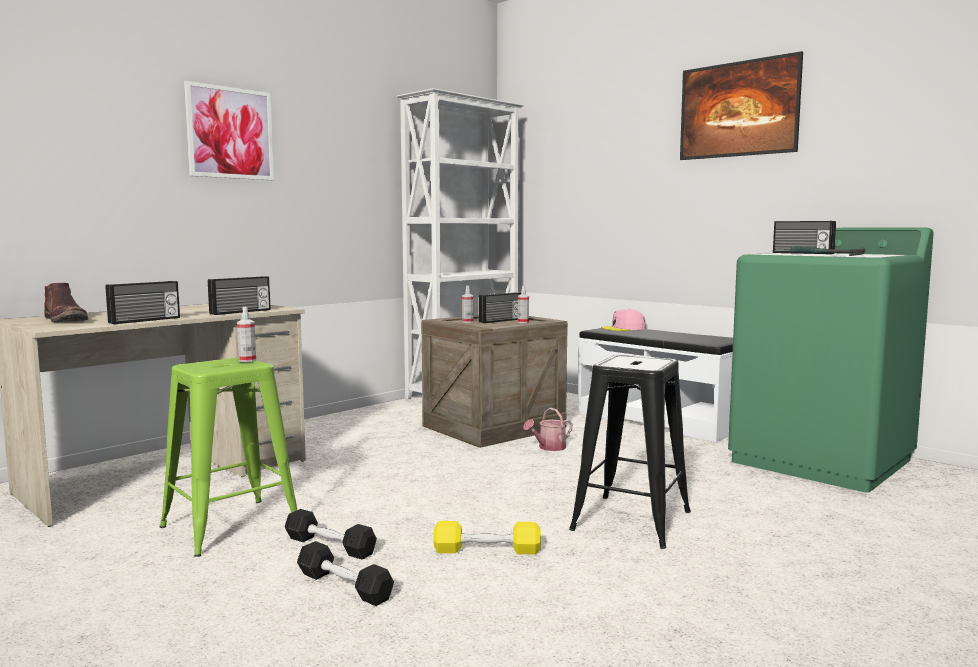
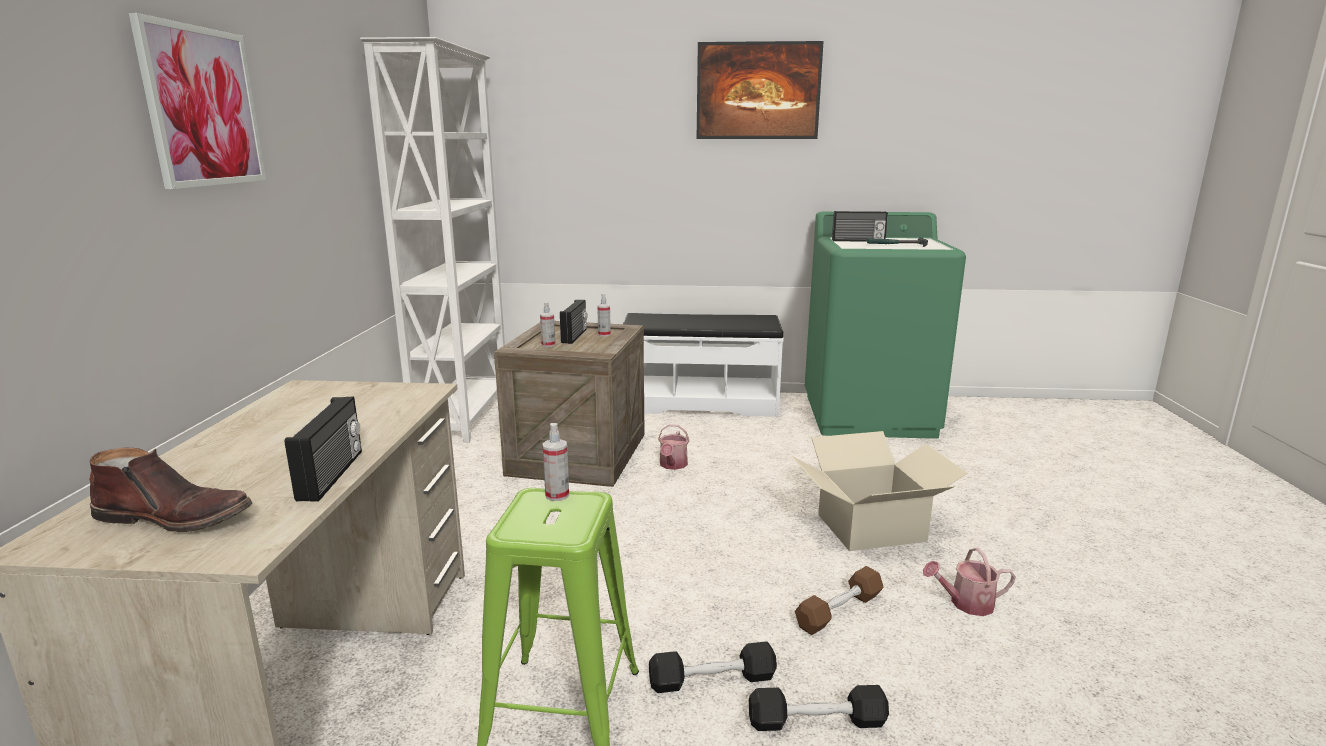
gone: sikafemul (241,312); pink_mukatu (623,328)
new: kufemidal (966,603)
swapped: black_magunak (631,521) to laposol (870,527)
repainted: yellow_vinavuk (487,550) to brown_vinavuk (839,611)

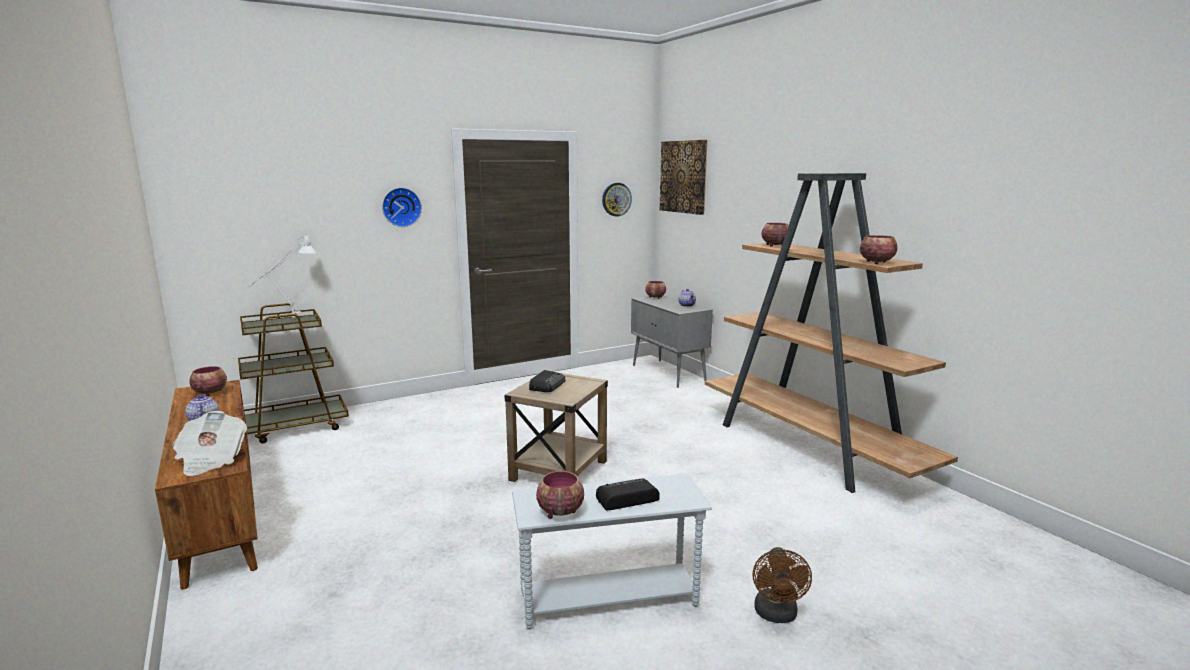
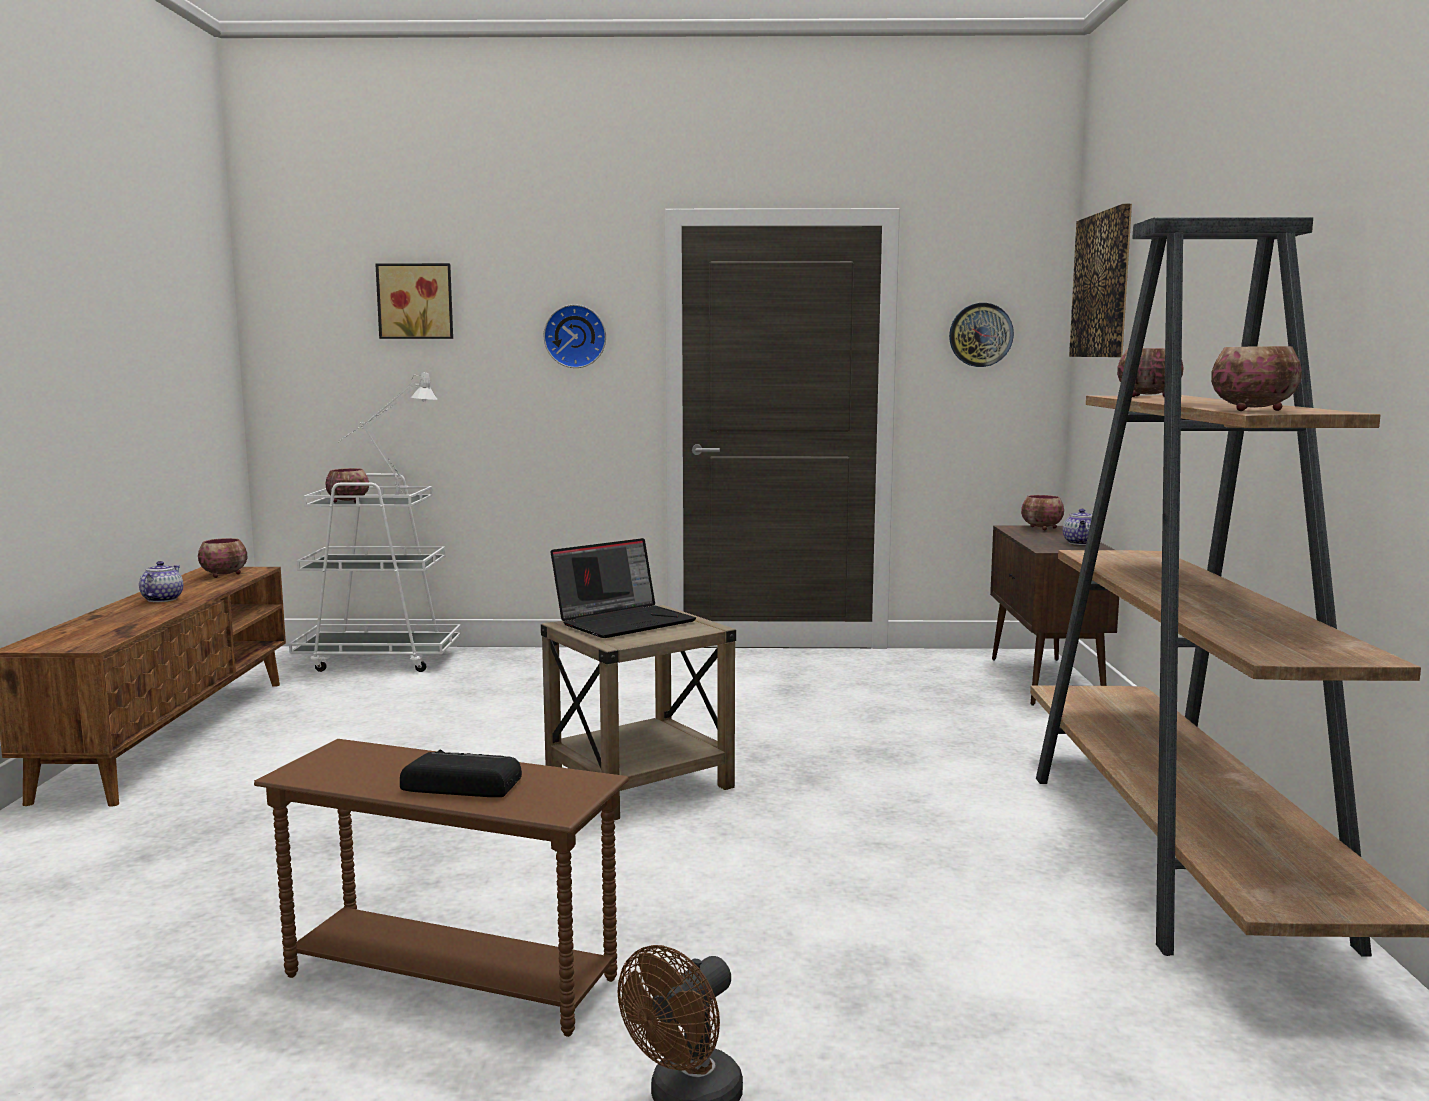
gone: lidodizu (211,460)
new: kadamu (416,301)
shifted: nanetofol (559,512) to (348,501)
swapped: sikafemul (547,385) to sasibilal (625,621)
repainted: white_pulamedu (609,600) to brown_pulamedu (450,979); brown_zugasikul (294,427) to white_zugasikul (380,660); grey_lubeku (668,373) to brown_lubeku (1046,681)

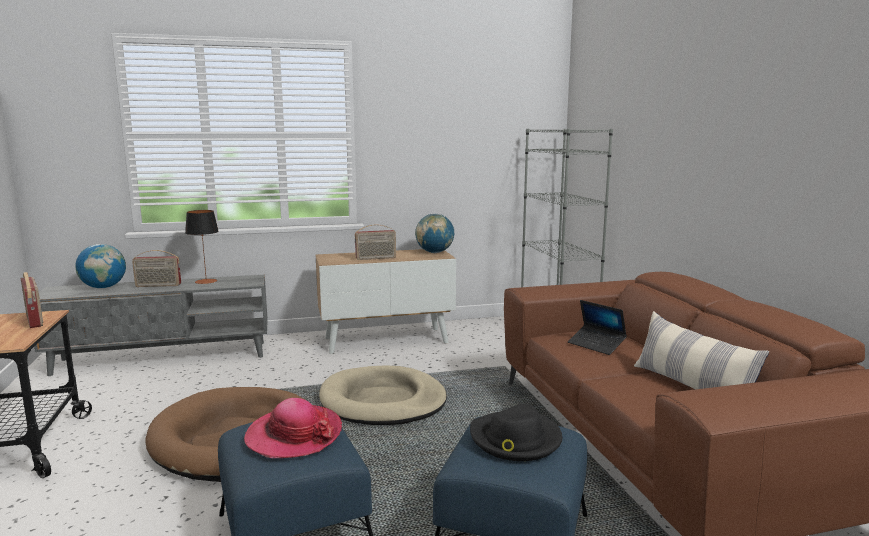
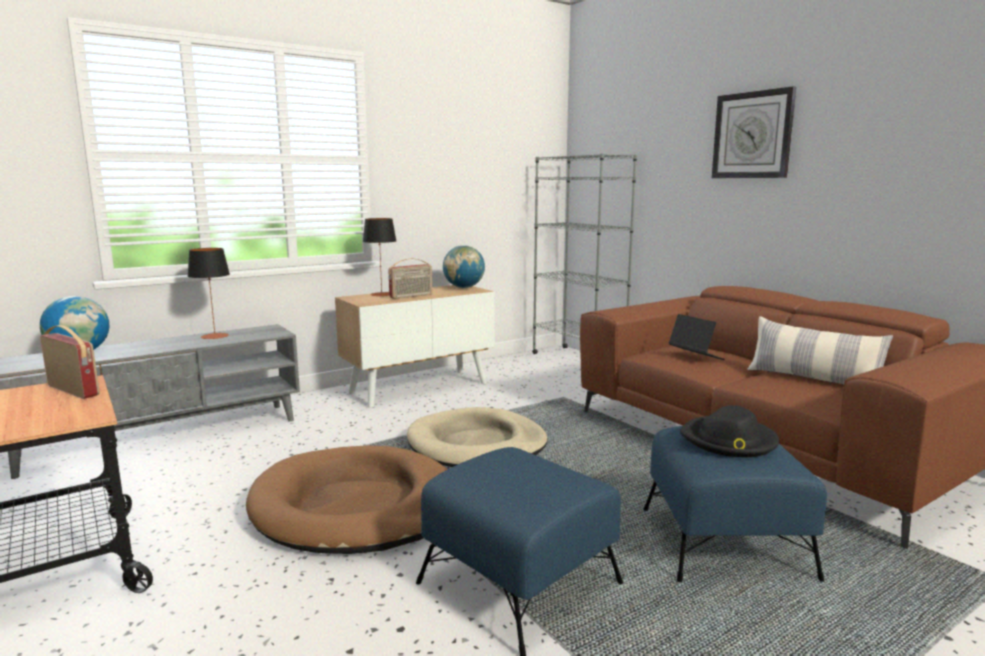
gone: sikafemul (158,286); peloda (294,435)
new: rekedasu (381,294); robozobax (752,135)
rotated: sasibilal (596,345) = (695,356) 150 degrees counterclockwise

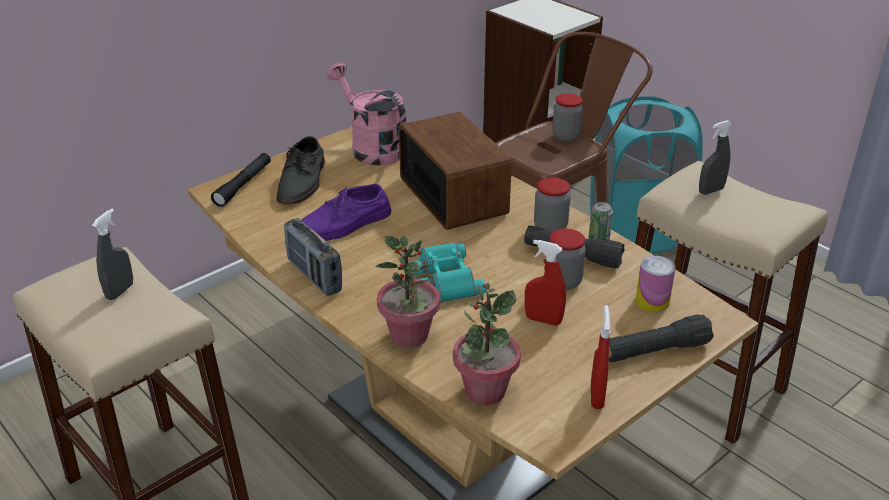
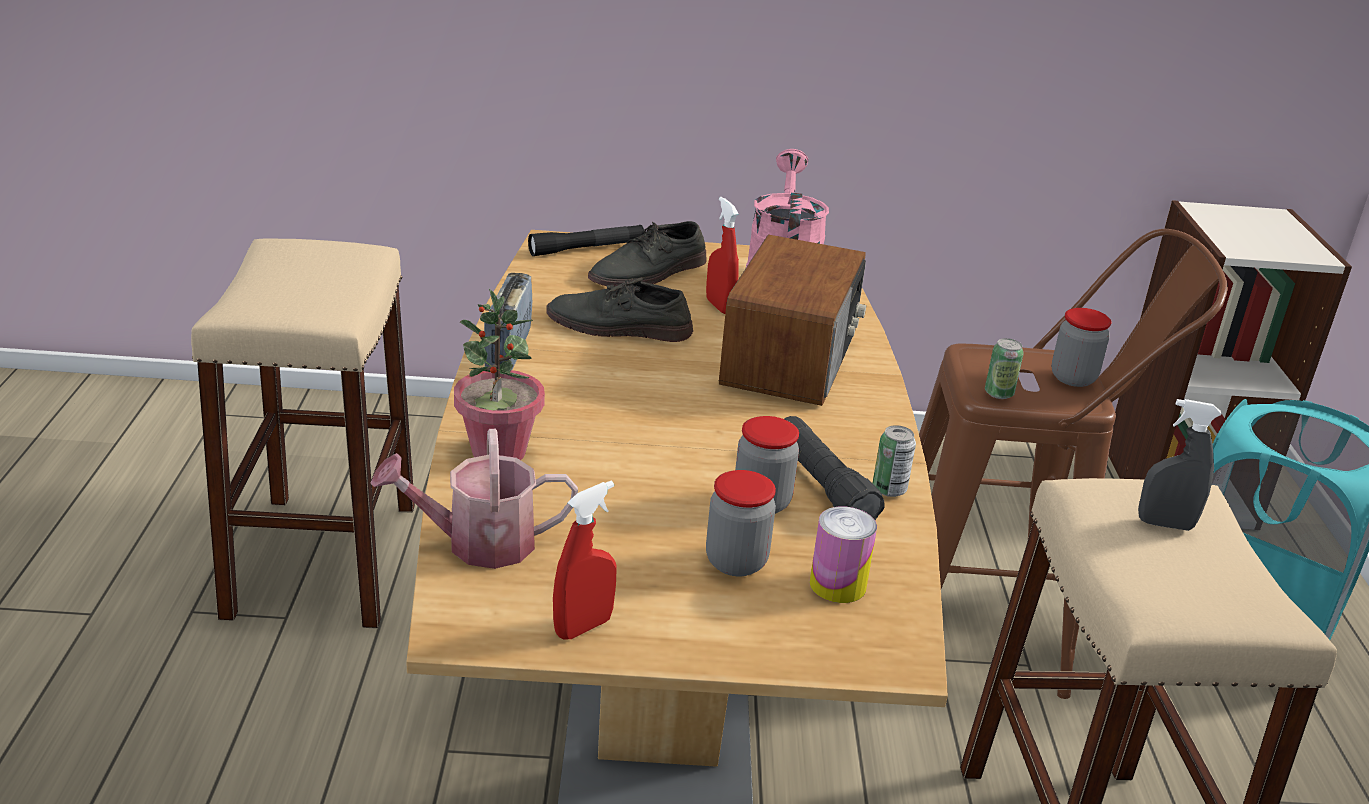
gone: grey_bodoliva (120,291); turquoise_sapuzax (441,279); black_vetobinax (655,351)
new: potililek (998,393)
shifted: red_bodoliva (543,320) to (719,306); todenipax (550,227) to (736,562)
swapped: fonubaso (484,391) to kufemidal (477,543)
repainted: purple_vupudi (343,225) to grey_vupudi (618,327)

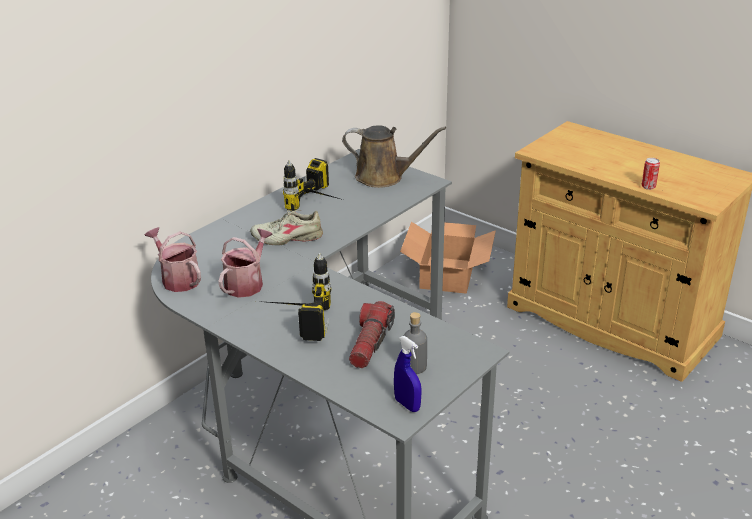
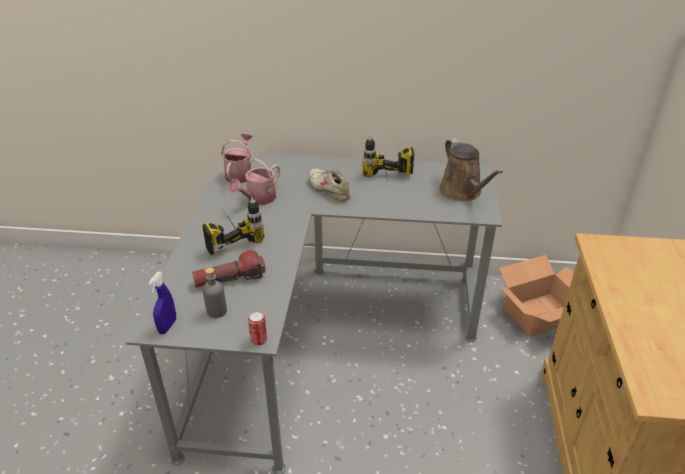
shifted: potililek (648,187) to (259,340)
rotated: kufemidal (247,283) = (258,199) 135 degrees clockwise

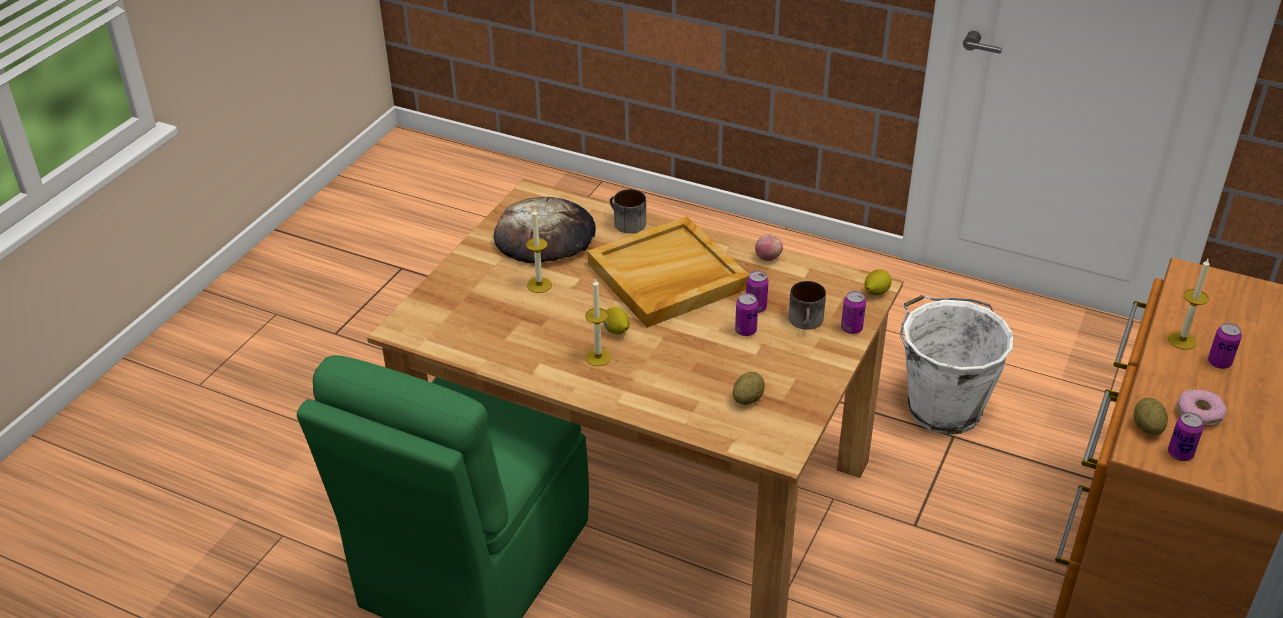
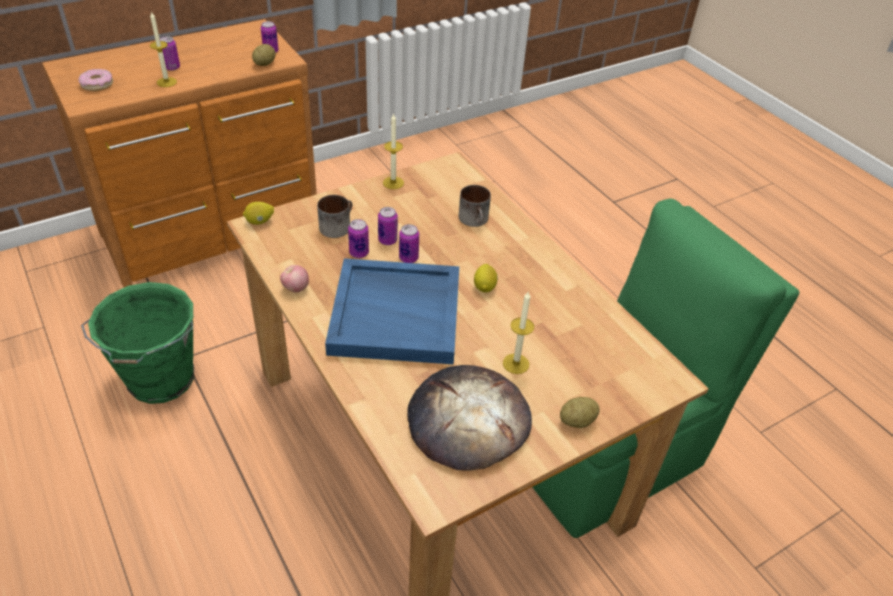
shifted: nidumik (1199,413) to (97,85); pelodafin (598,357) to (393,183); potililek (851,328) to (408,258); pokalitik (625,223) to (475,220); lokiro (747,399) to (577,421)
repainted: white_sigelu (942,407) to green_sigelu (160,381); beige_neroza (667,277) to blue_neroza (397,314)

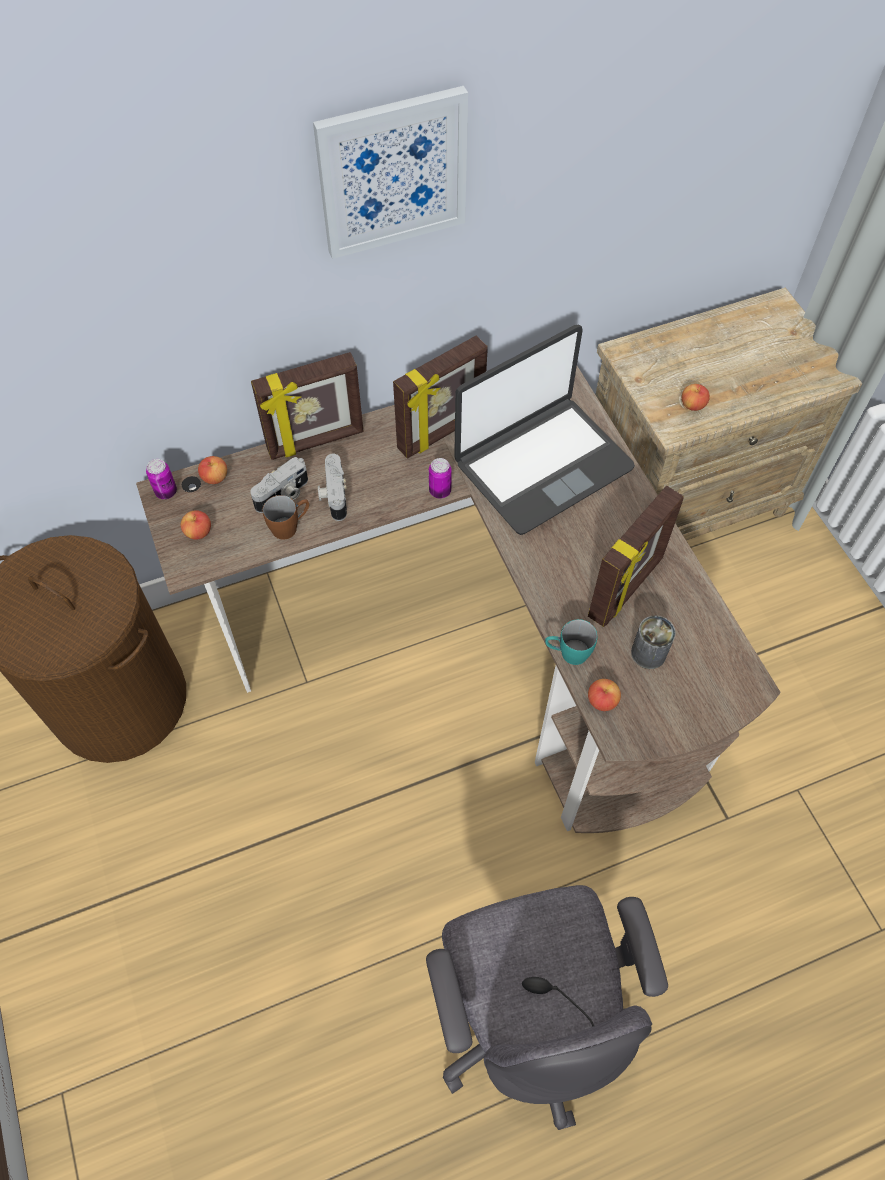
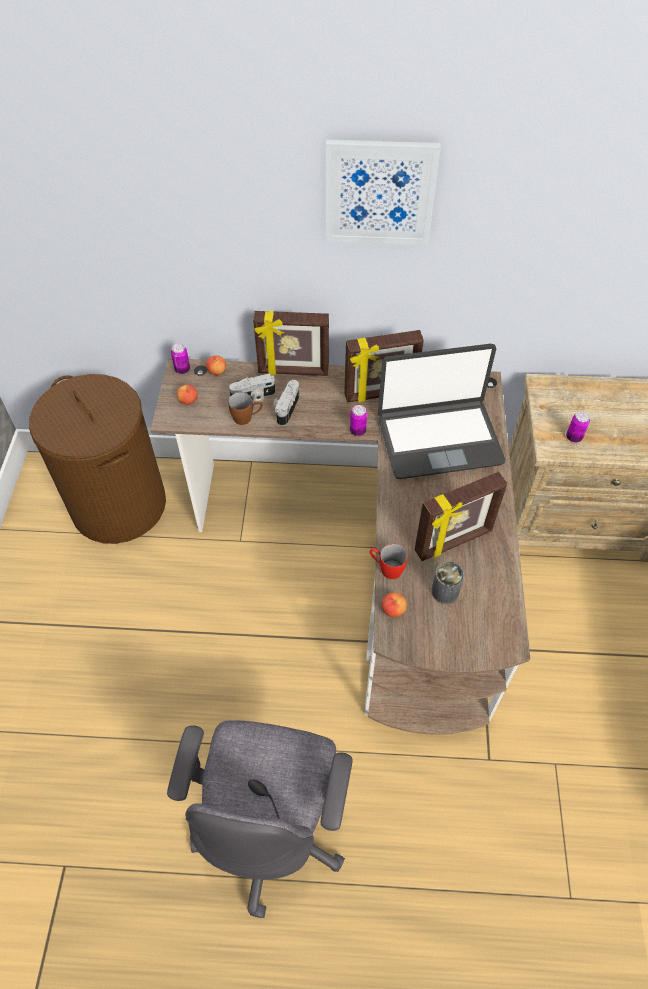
swapped: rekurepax (692,405) to potililek (574,437)
repainted: turquoise_pokalitik (567,653) to red_pokalitik (386,568)

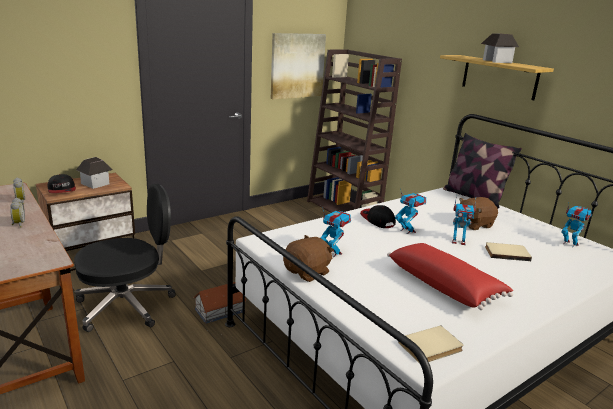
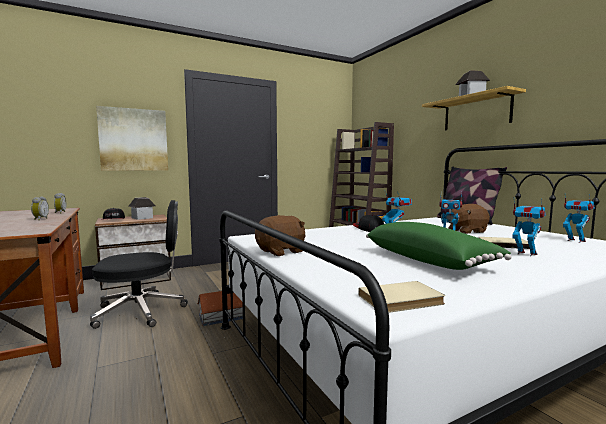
shifted: kadamu (297,66) to (134,140); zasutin (333,253) to (526,254)
repainted: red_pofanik (444,285) to green_pofanik (429,260)

